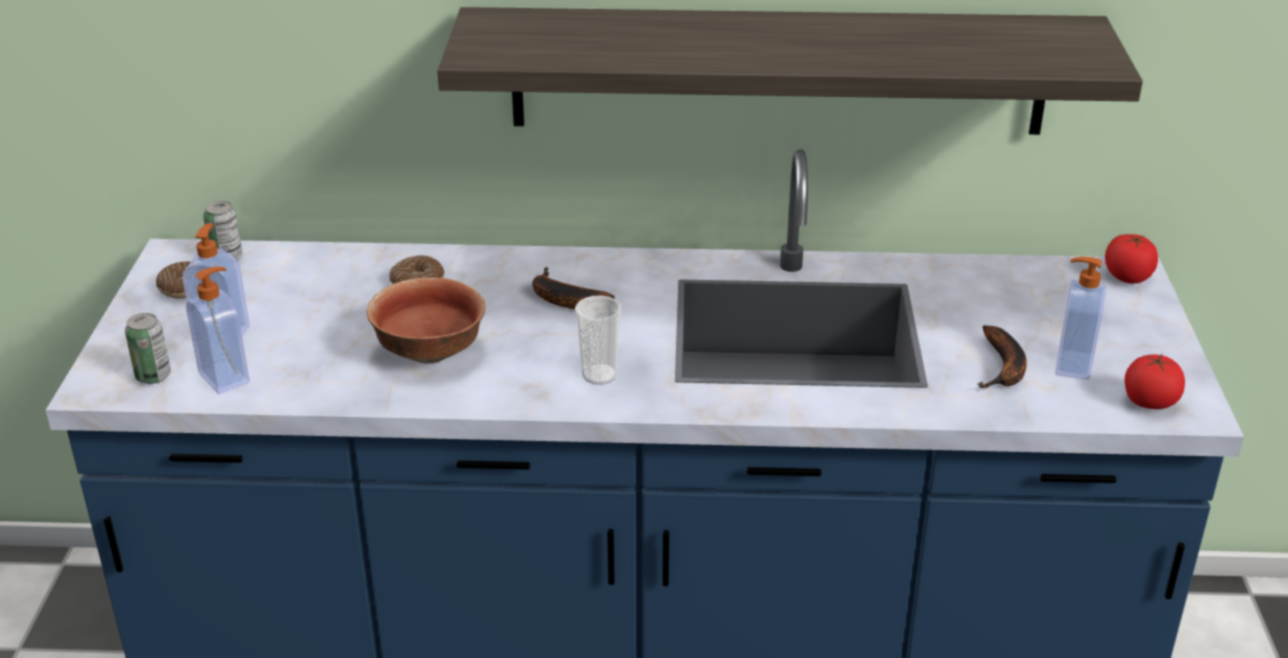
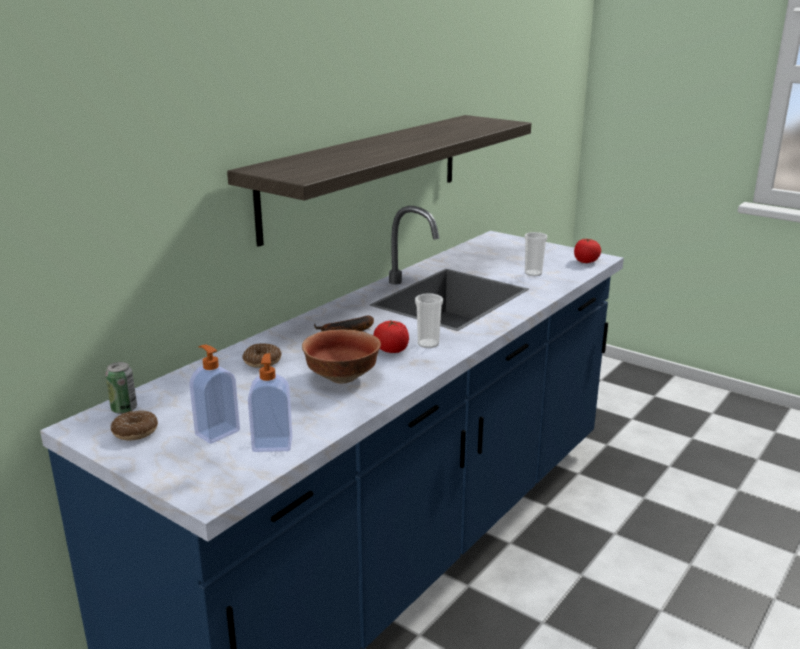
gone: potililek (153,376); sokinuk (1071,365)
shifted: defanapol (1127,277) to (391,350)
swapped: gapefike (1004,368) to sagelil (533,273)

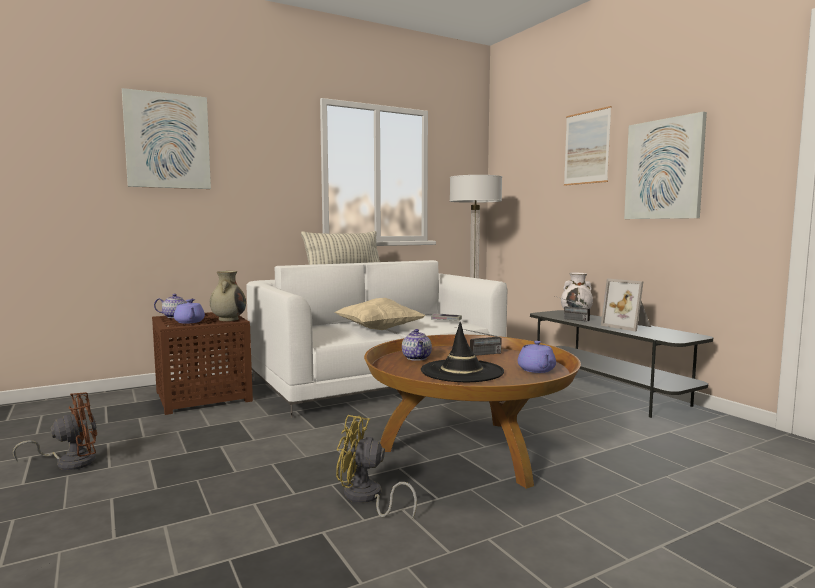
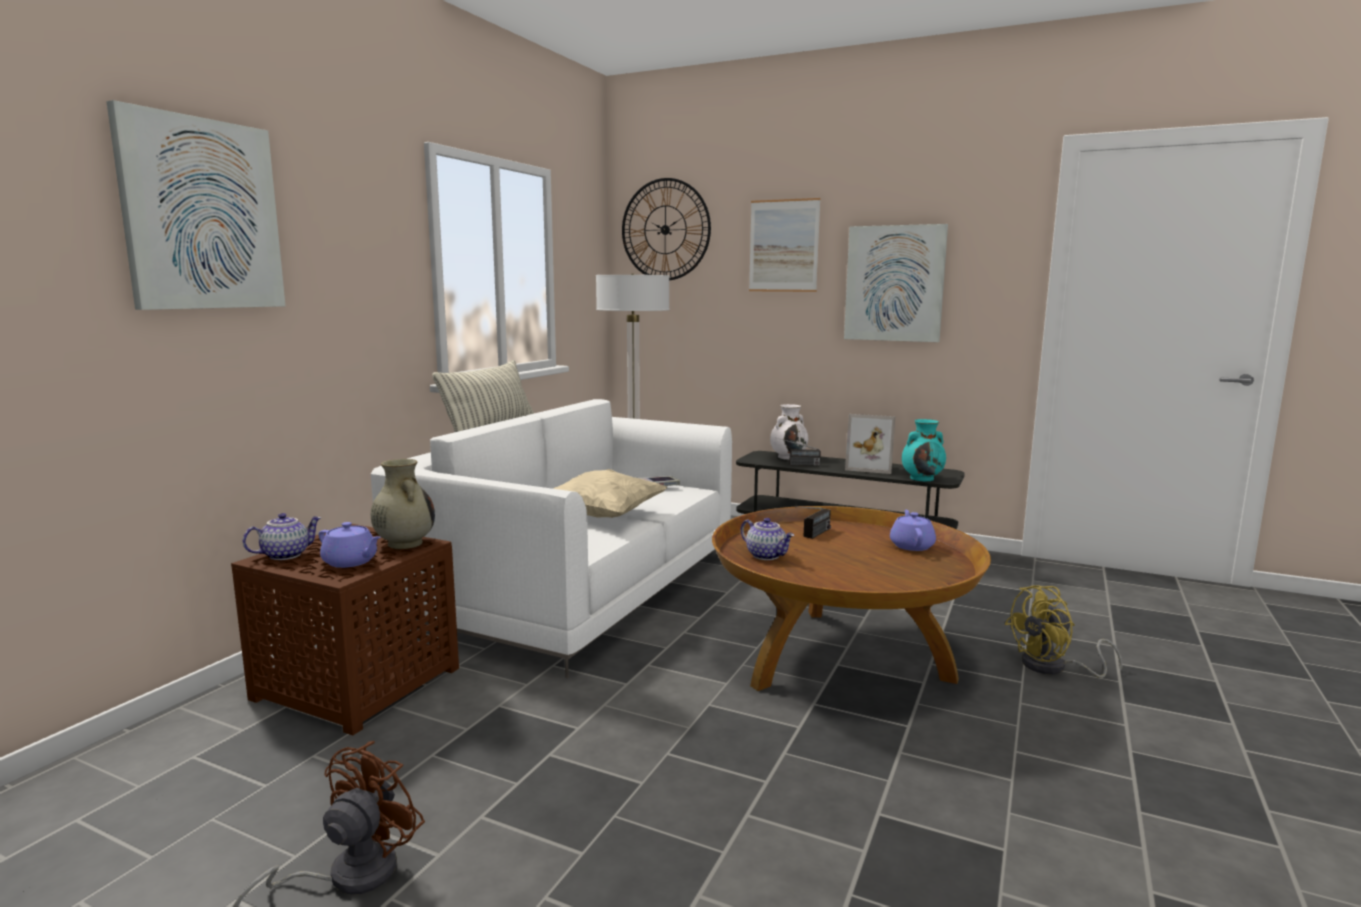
gone: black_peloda (462,371)
new: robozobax (665,230); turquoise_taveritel (922,478)
shifted: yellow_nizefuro (366,498) to (1053,668)
rotated: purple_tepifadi (536,370) = (911,546) 135 degrees counterclockwise

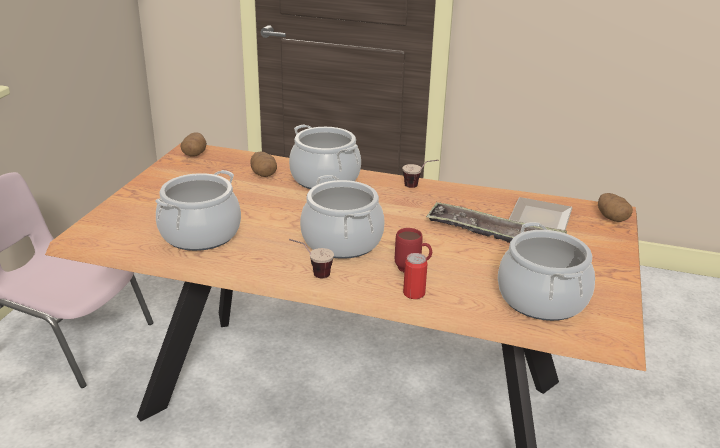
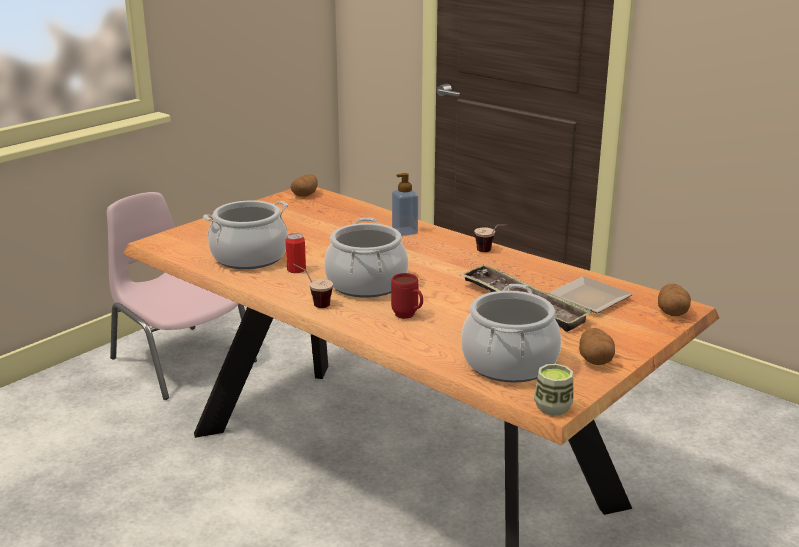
new: sagelil (552,407)
shifted: potililek (414,293) to (296,269); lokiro (263,174) to (595,360)
swapped: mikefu (325,179) to sokinuk (404,232)

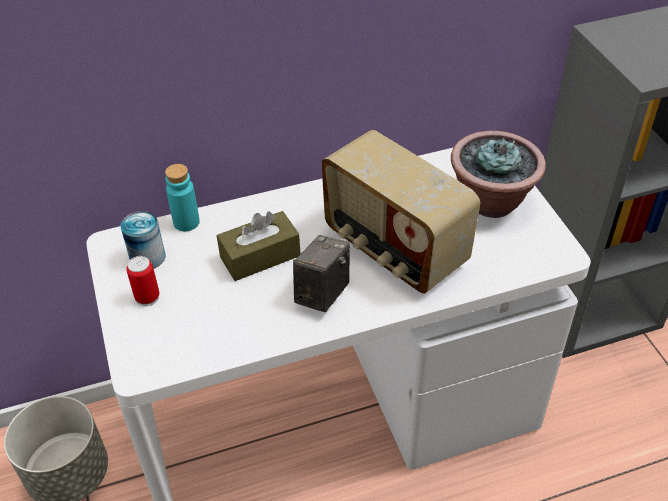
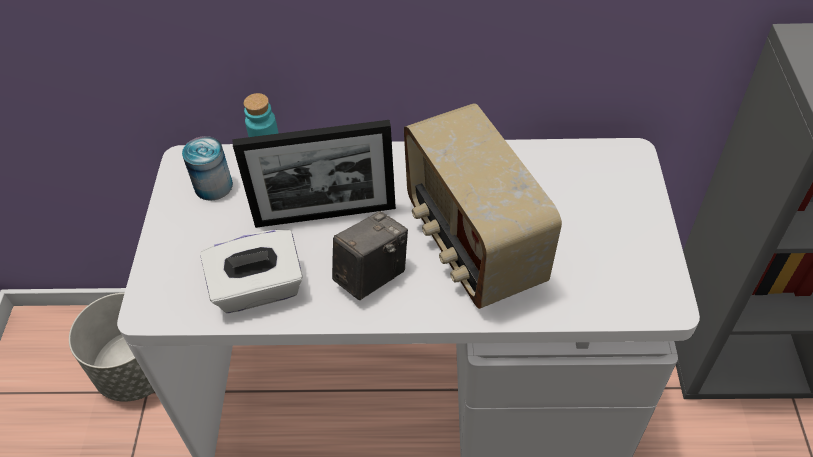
gone: potililek (147,297); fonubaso (491,201)
new: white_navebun (258,289)
swapped: brown_navebun (260,256) to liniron (325,215)

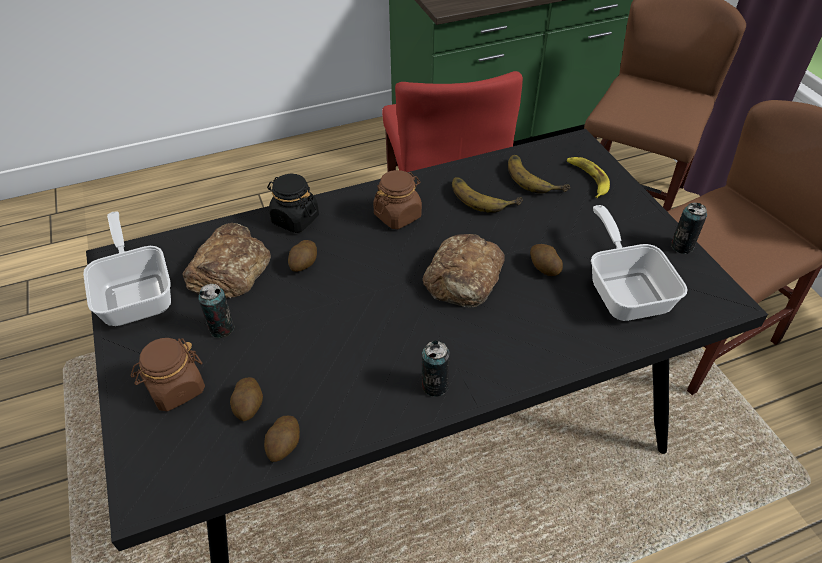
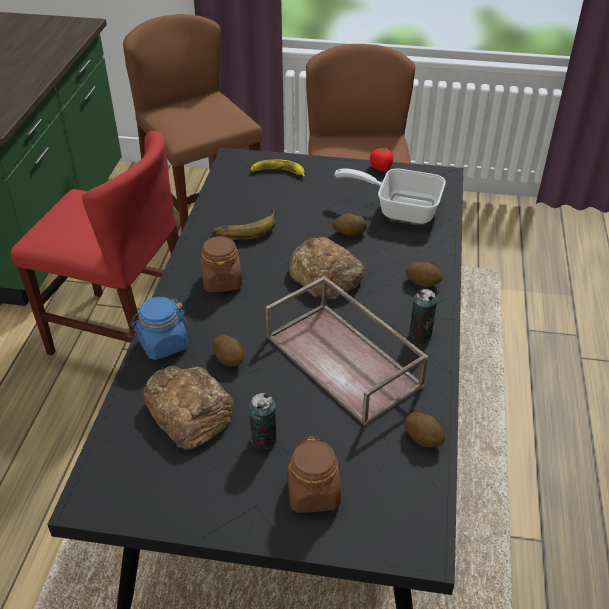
gone: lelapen (137,293); gapefike (535,177)
new: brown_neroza (345,361)
shifted: lokiro (249,407) to (423,282)
swapped: potililek (682,246) to defanapol (381,168)
repainted: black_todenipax (295,219) to blue_todenipax (163,344)

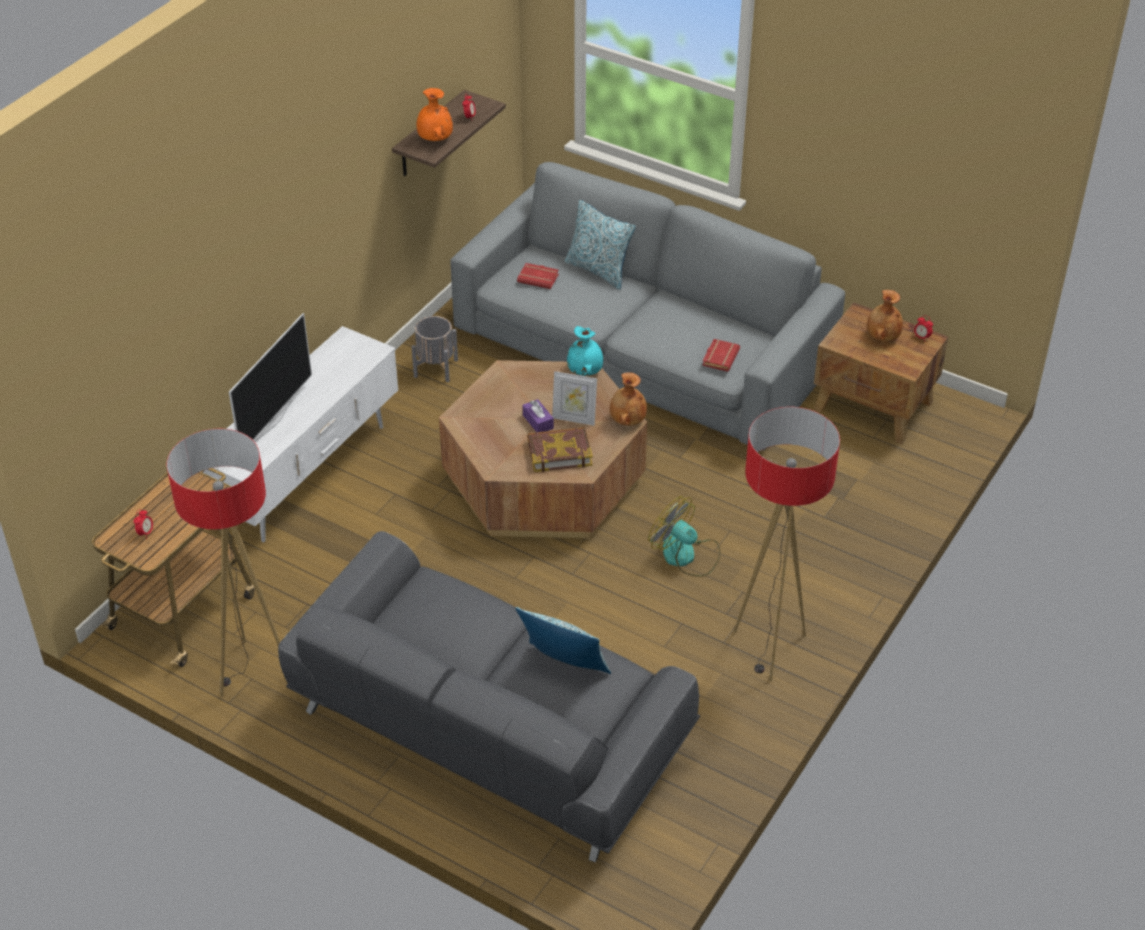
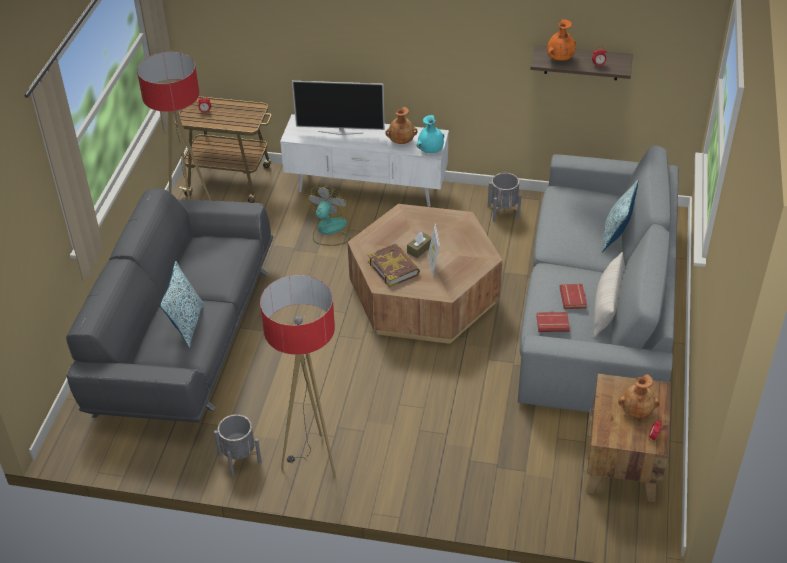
new: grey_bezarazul (239,458); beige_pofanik (605,308)
shifted: nizefuro (686,556) to (329,231); brown_taveritel (627,420) to (401,141); turquoise_taveritel (585,371) to (431,150); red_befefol (539,278) to (574,299)
repainted: purple_navebun (538,422) to brown_navebun (419,249)

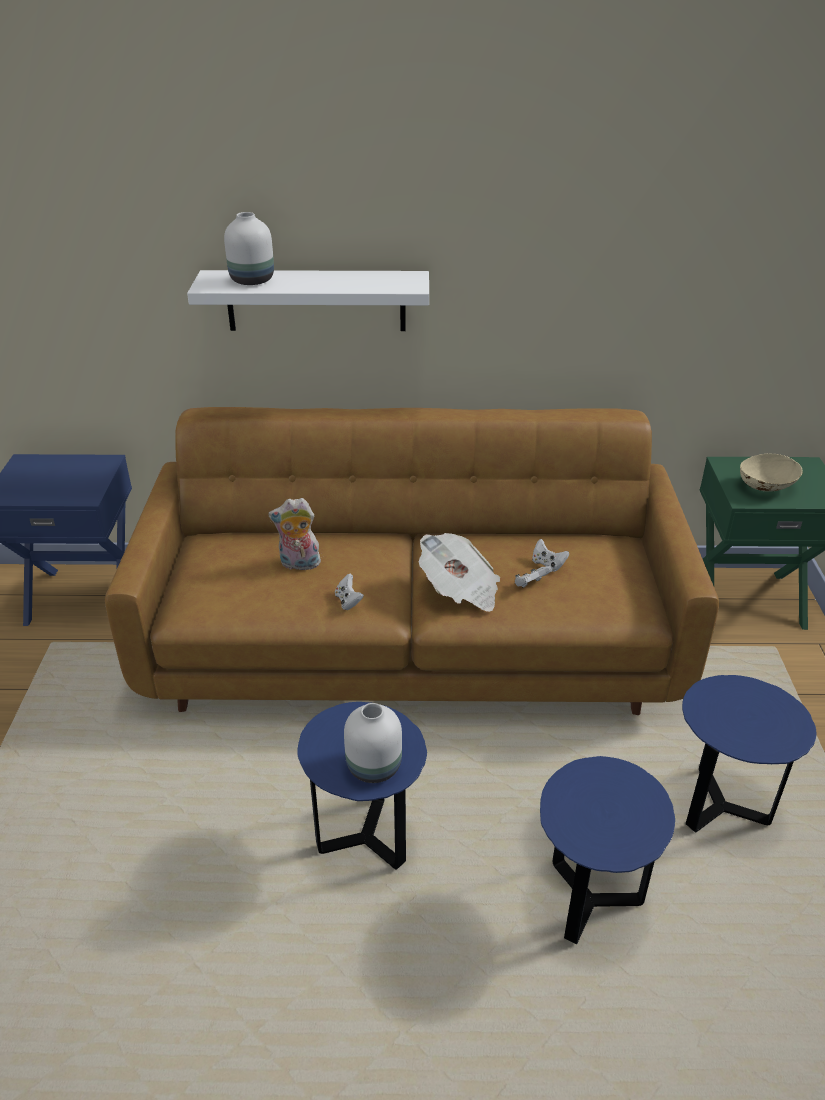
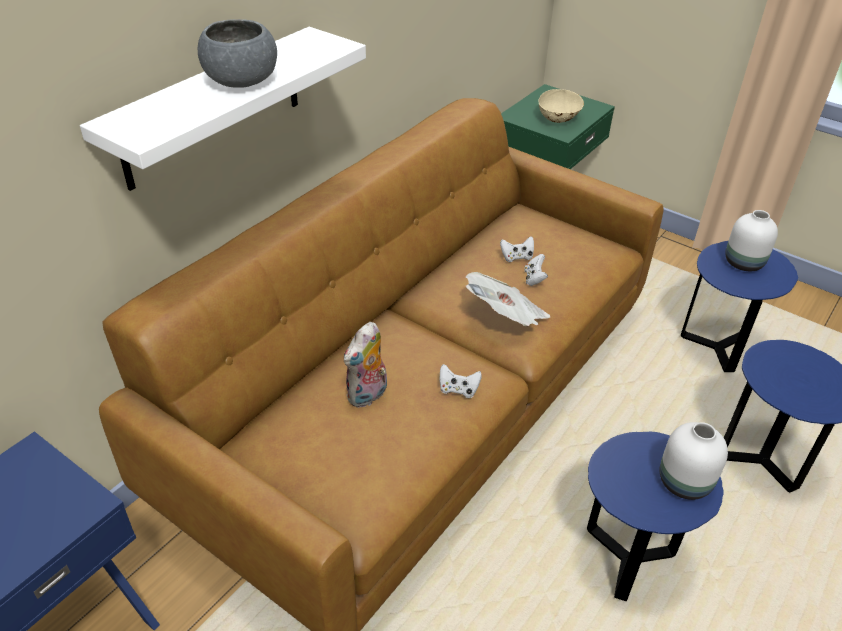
new: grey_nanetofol (241,81)
shifted: white_taveritel (253,280) to (744,262)

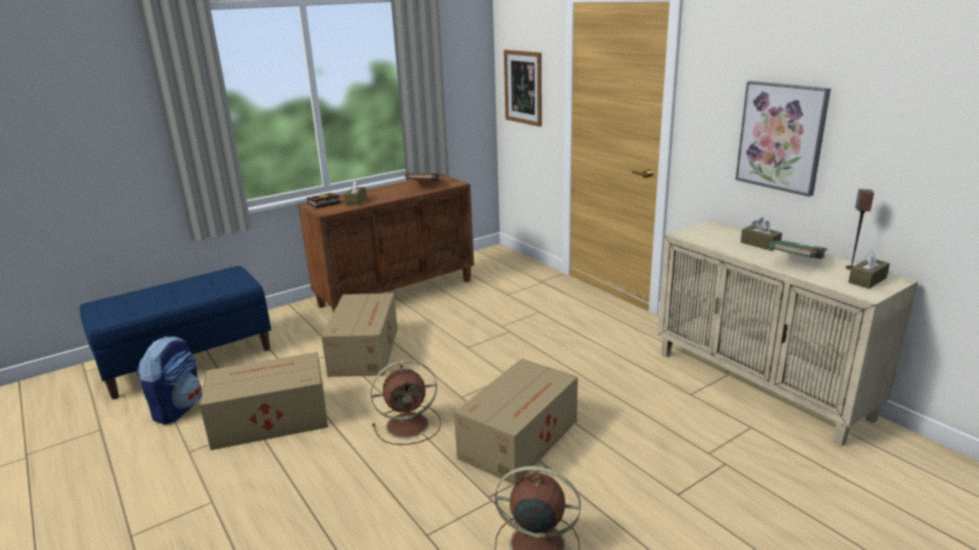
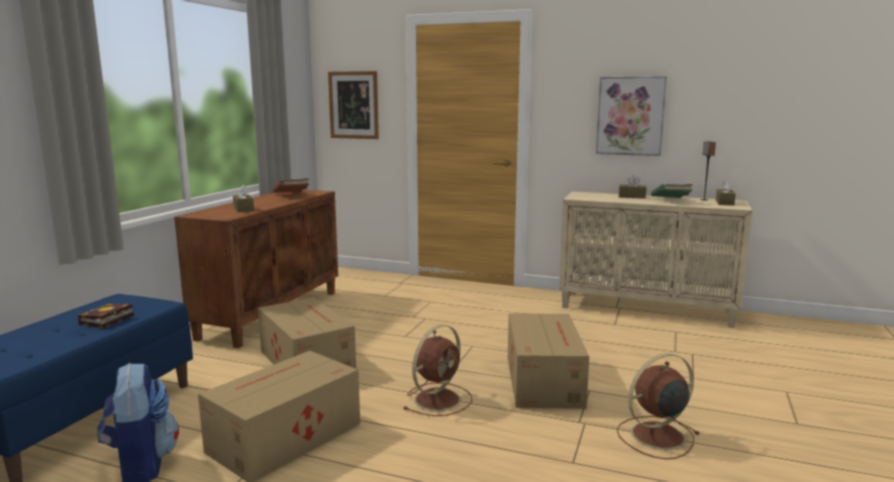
shifted: befefol (322,204) to (106,320)

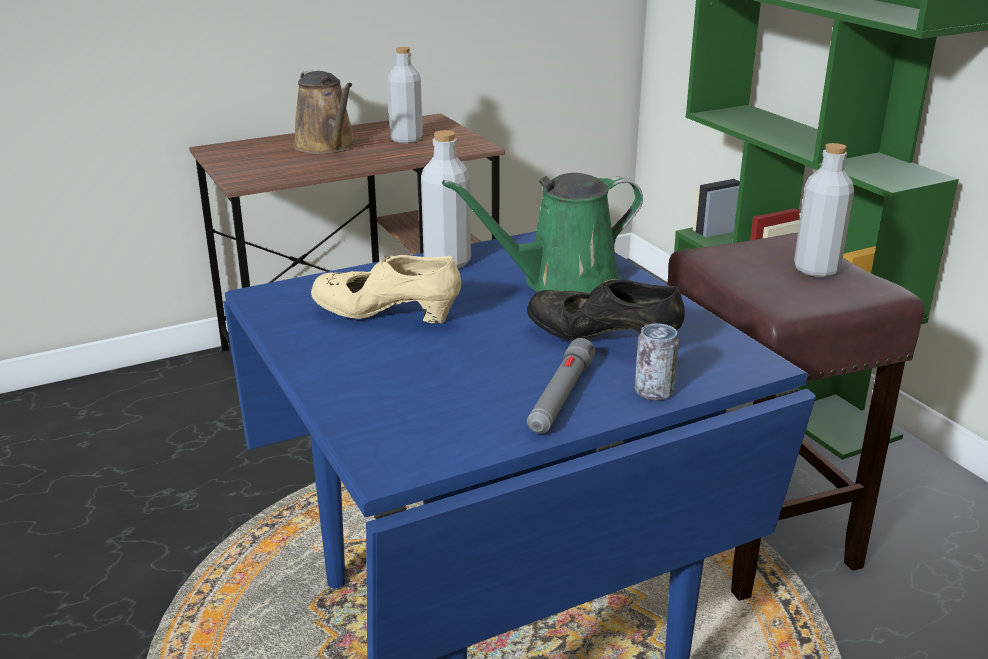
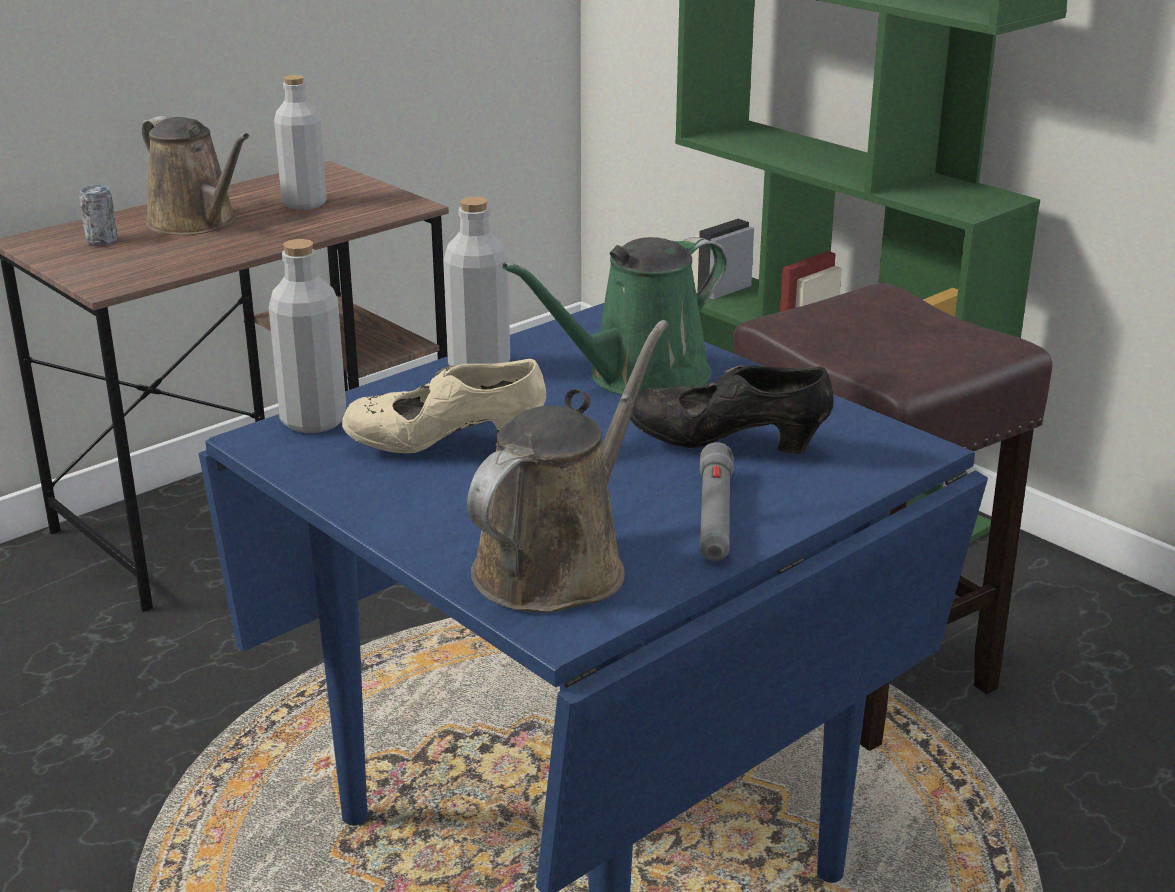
new: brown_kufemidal (558,564)
shifted: potililek (654,391) to (102,241); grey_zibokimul (816,269) to (313,420)

